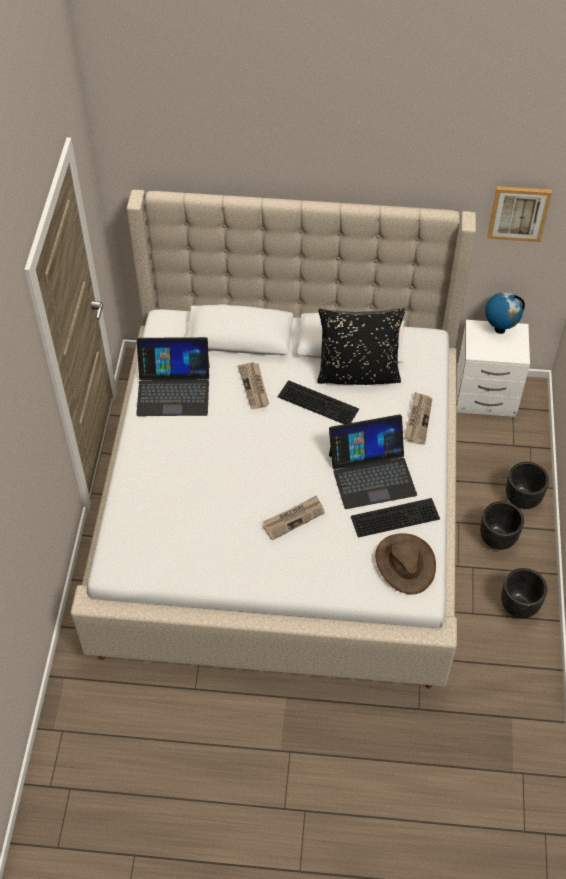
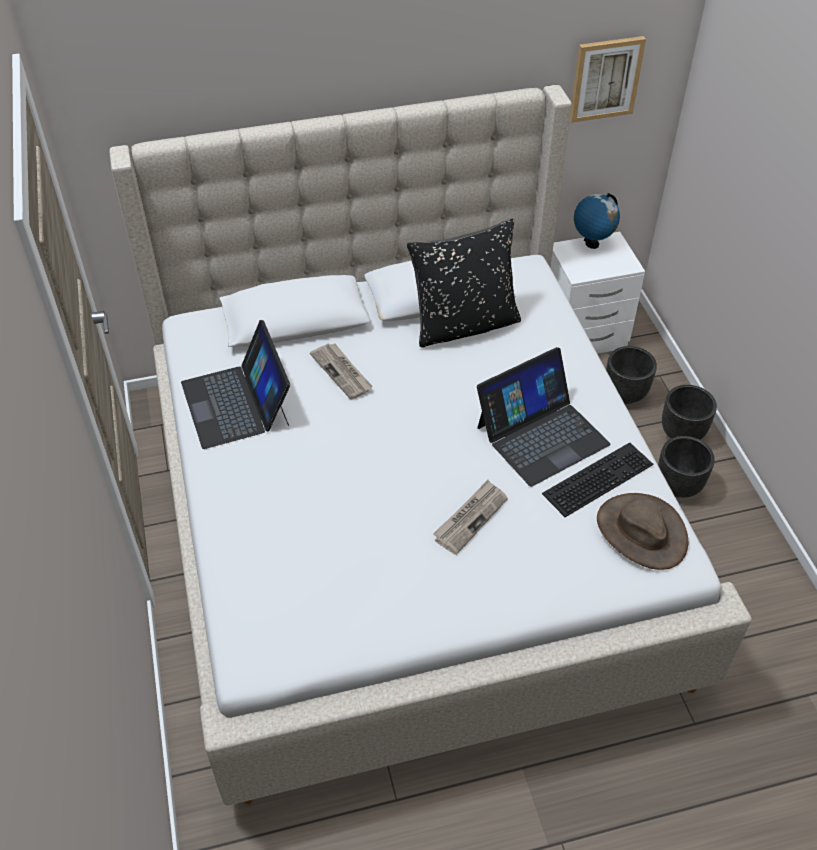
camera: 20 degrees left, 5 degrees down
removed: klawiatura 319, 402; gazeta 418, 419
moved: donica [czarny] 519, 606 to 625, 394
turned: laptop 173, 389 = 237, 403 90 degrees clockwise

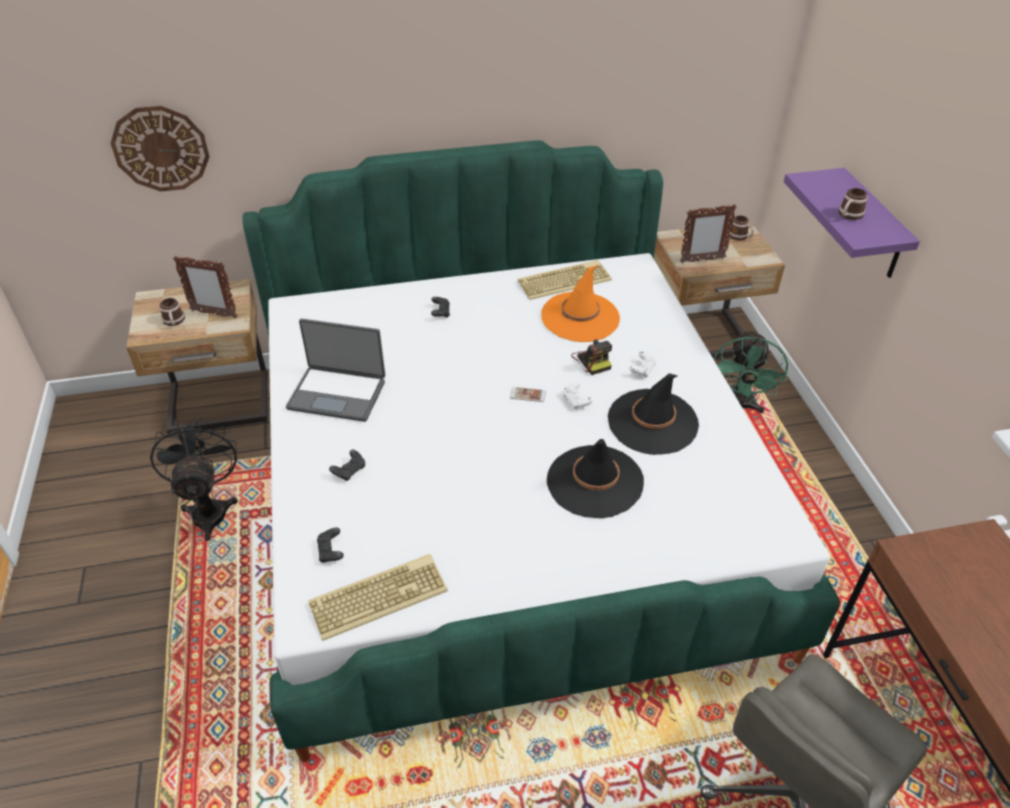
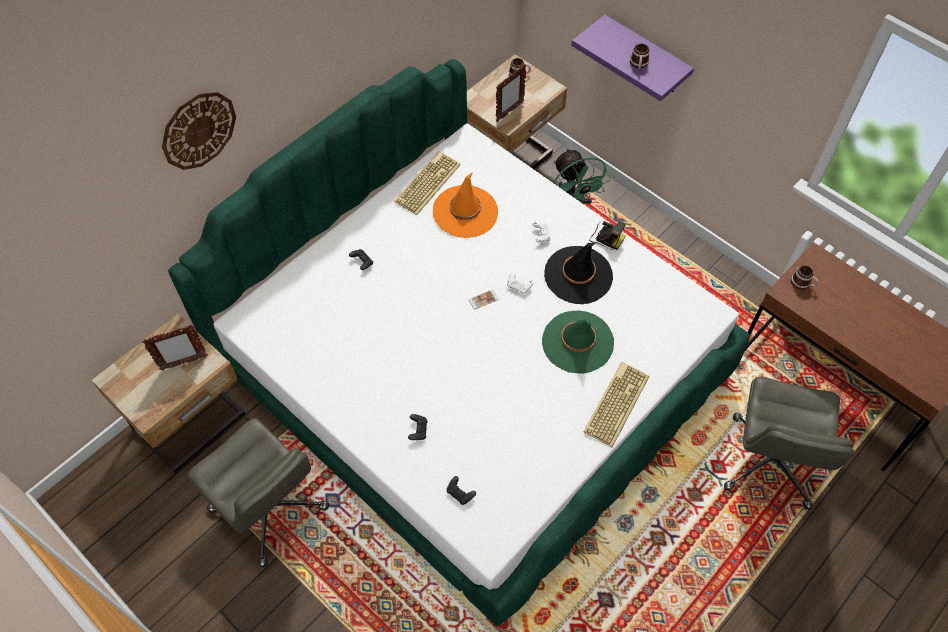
camera: 35 degrees left, 15 degrees up
removed: laptop 338, 393
moved: zegar ścienny 161, 149 to 198, 130; kubek 174, 322 to 803, 283; klawiatura 378, 595 to 615, 403; aparat fotograficzny 592, 360 to 606, 237
replaced: wentylator [czarny] 209, 509 to krzesło biurowe [szary] 270, 509
recoloured: kapelusz [czarny] 594, 482 to kapelusz [zielony] 577, 342

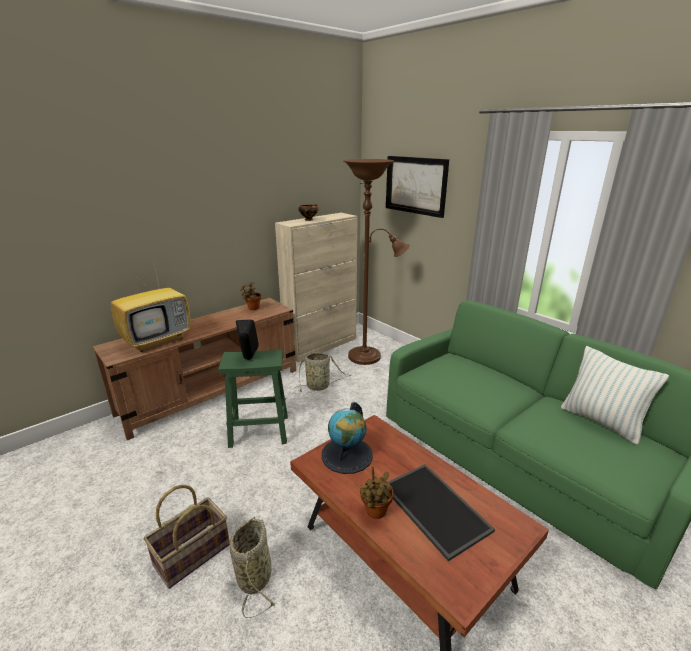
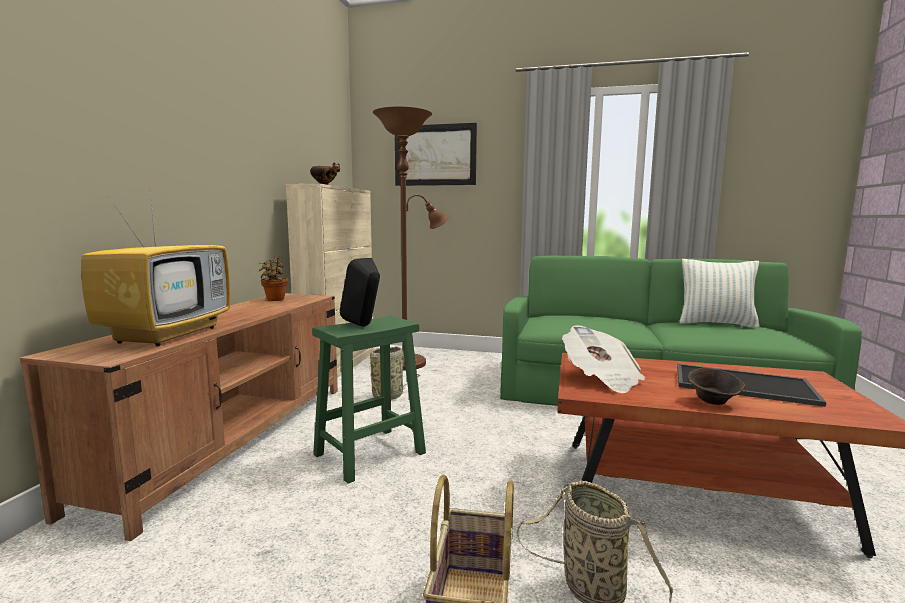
camera: 35 degrees left, 15 degrees down
replaced: globus 347, 455 to gazeta 601, 379; roślina doniczkowa 375, 513 to miska [brązowy] 713, 402

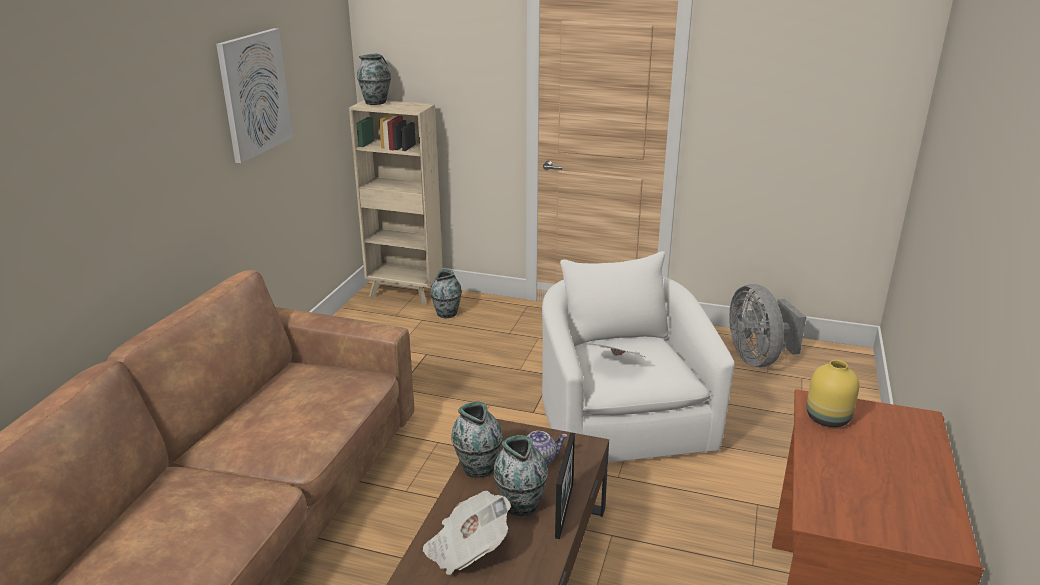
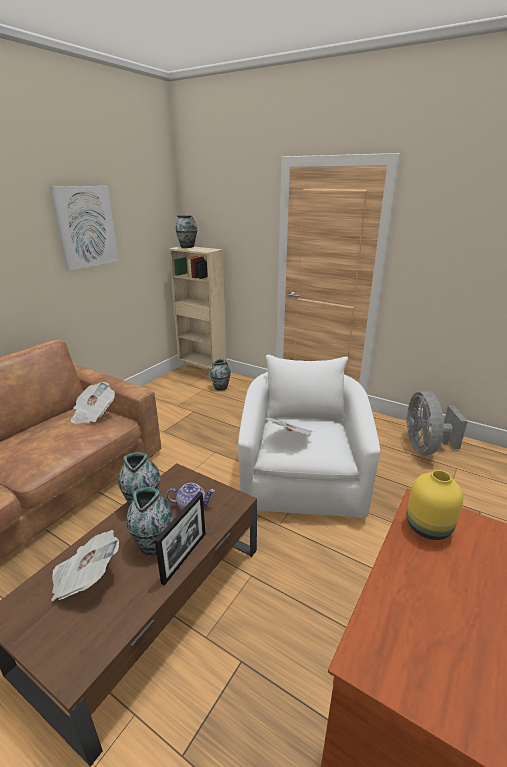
camera: 15 degrees right, 0 degrees up
added: gazeta 93, 414

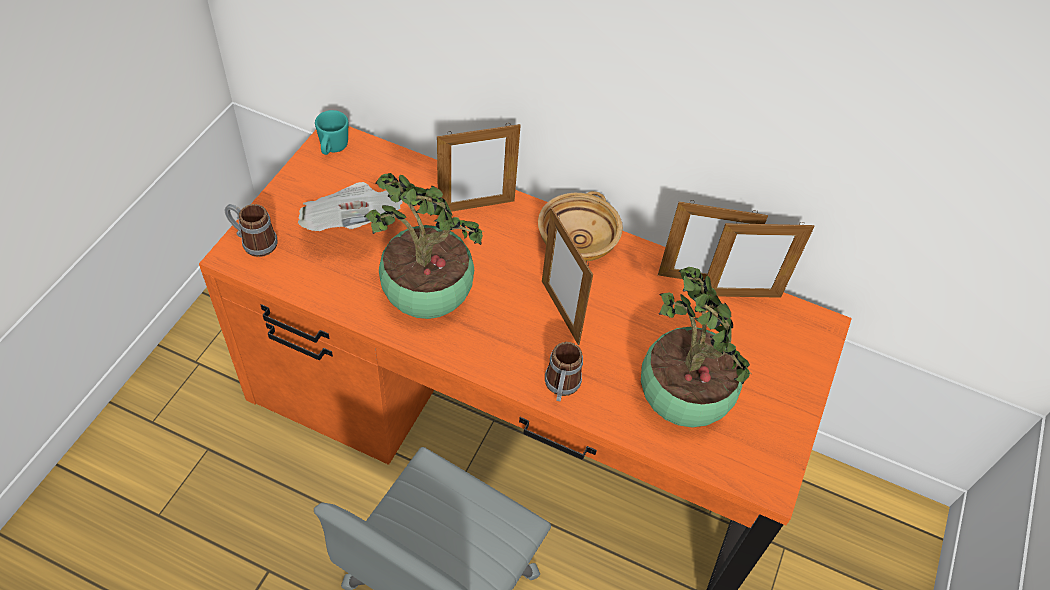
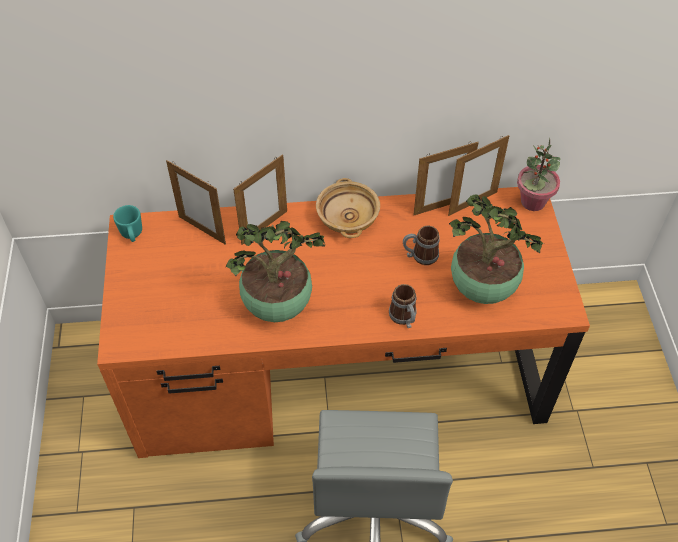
camera: 25 degrees left, 0 degrees up
removed: gazeta 353, 225
added: roślina doniczkowa 532, 202
moved: kubek 254, 241 to 420, 256; ramka na zdjęcie 560, 312 to 202, 230

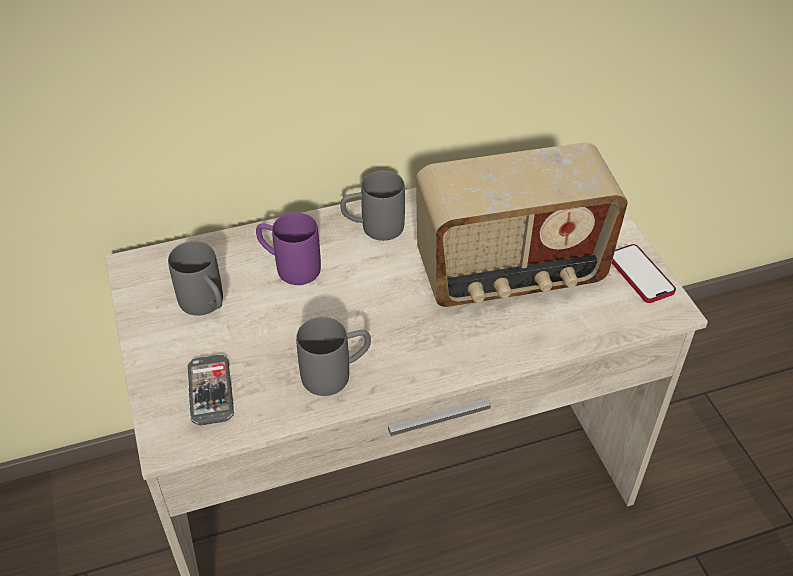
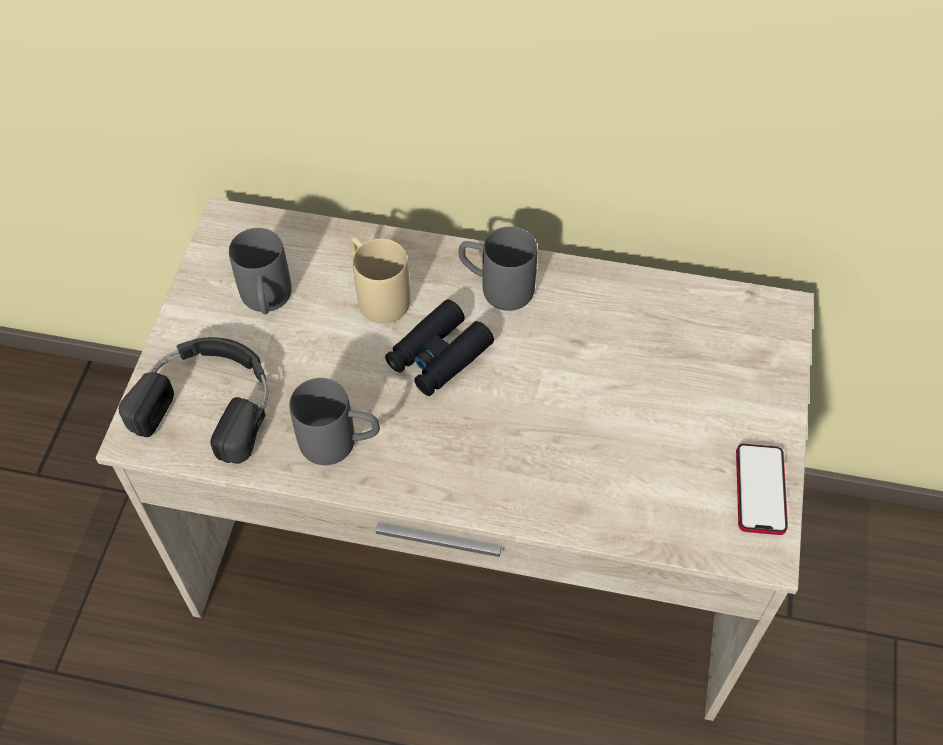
camera: 30 degrees right, 10 degrees up
removed: radio 510, 274
added: lornetka [czarny] 439, 356
replaced: telefon 210, 391 to słuchawki [czarny] 209, 401
recoloured: kubek [fioletowy] 289, 267 to kubek [beżowy] 377, 294

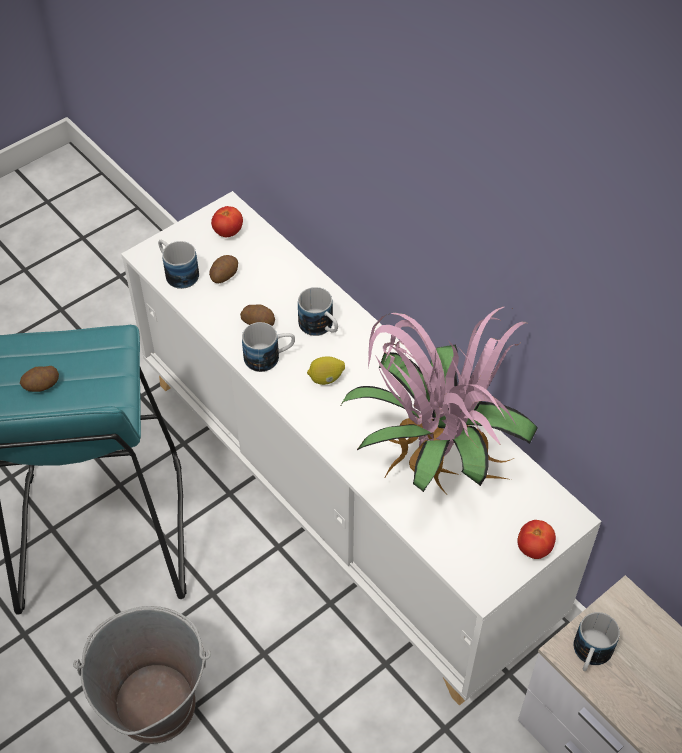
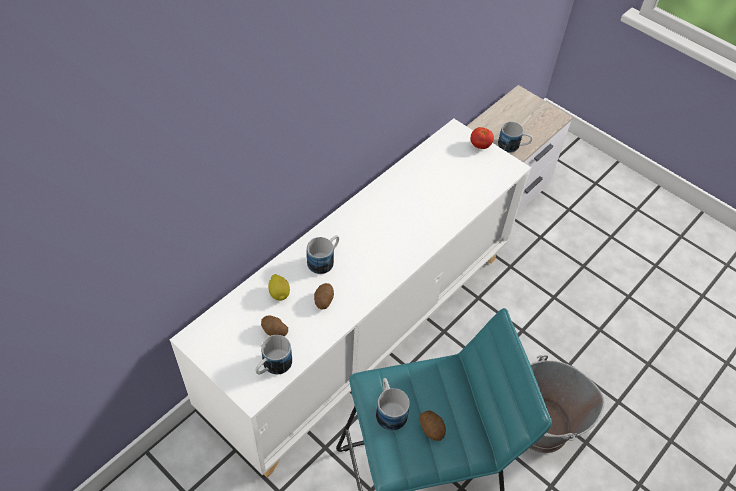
camera: 100 degrees left, 0 degrees up
removed: pomidor 228, 232; roślina doniczkowa 432, 459
moved: kubek 269, 357 to 389, 409; cytryna 326, 378 to 279, 293

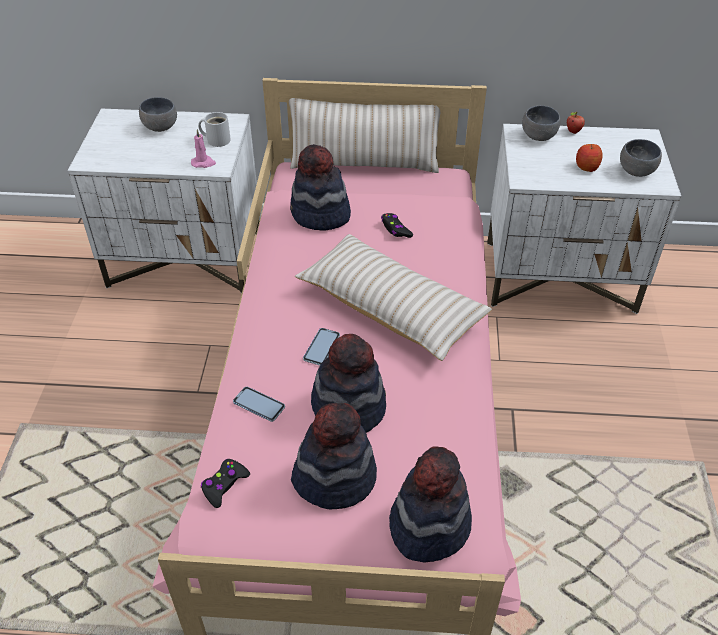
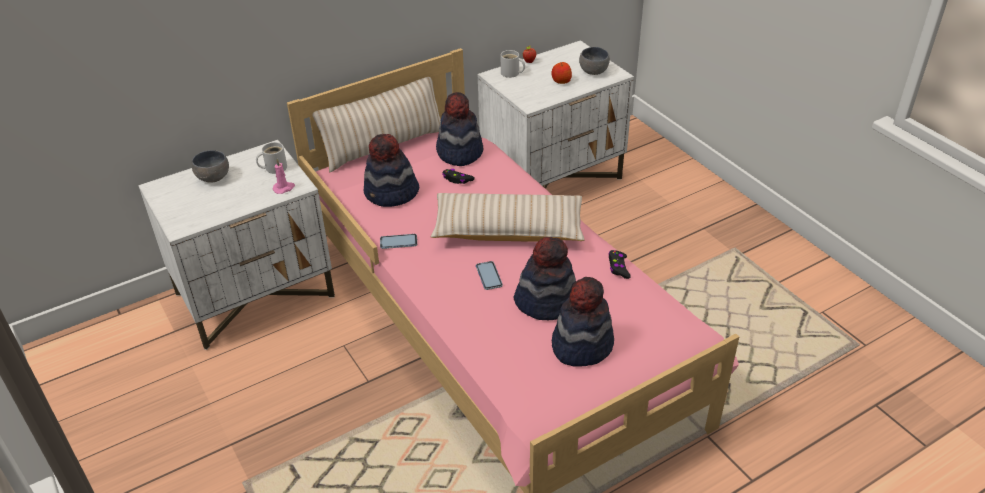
camera: 35 degrees left, 5 degrees down
moved: pad do gier [czarny] 224, 485 to 618, 267; telefon 259, 405 to 398, 242; kapelusz 428, 525 to 459, 152
replaced: miska [szary] 539, 137 to kubek [biały] 511, 73

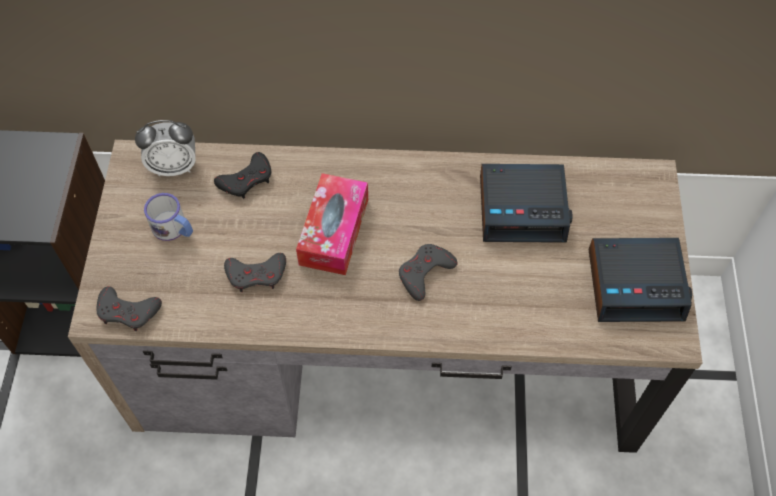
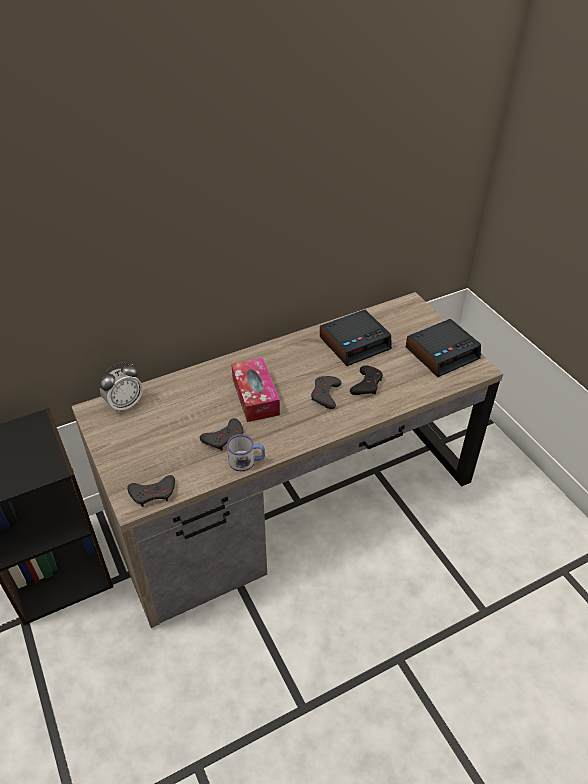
camera: 30 degrees left, 15 degrees down
moved: kubek 174, 229 to 246, 461; pad do gier [czarny] 246, 179 to 366, 384

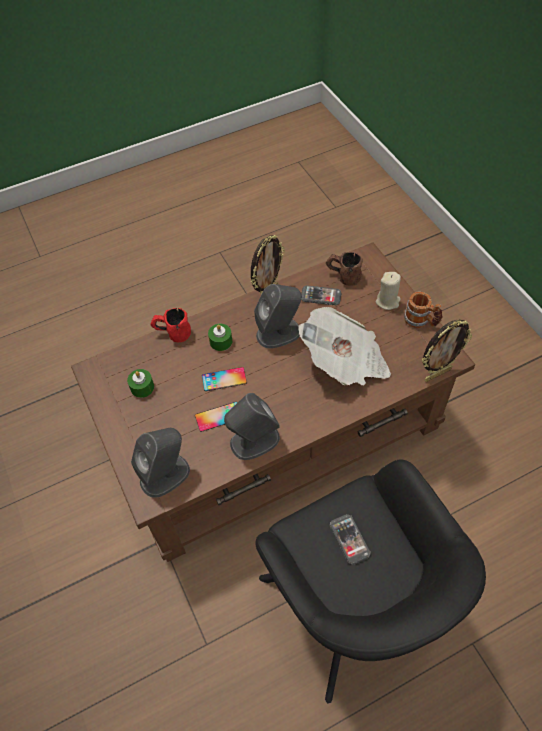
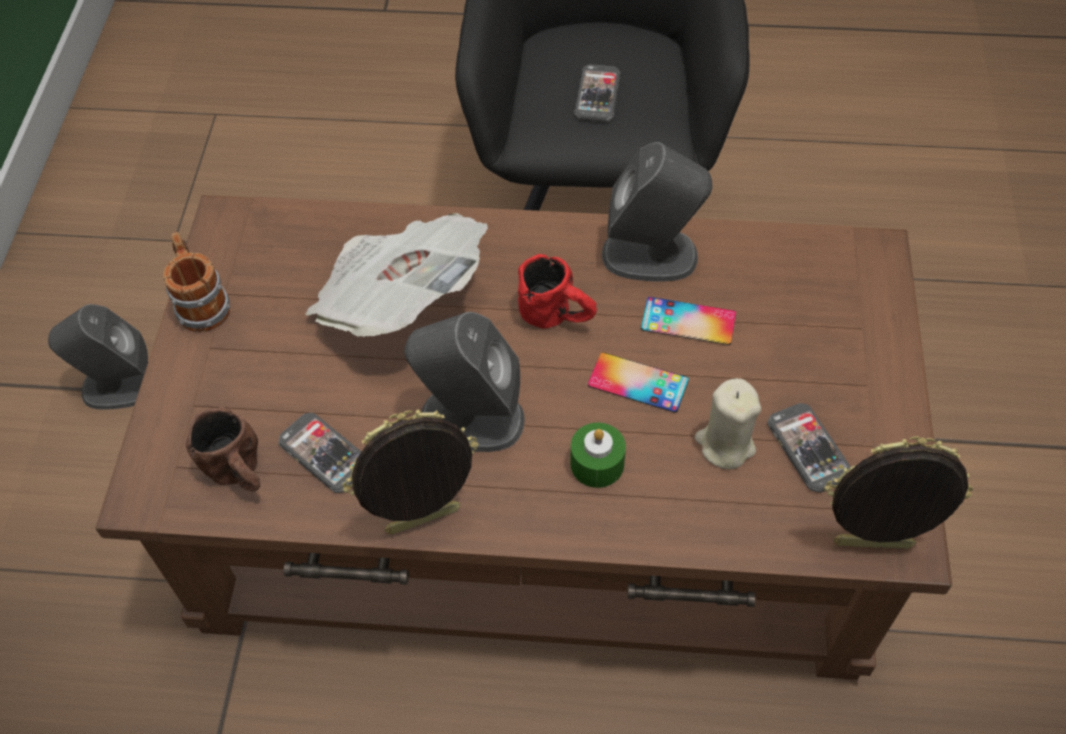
camera: 150 degrees left, 0 degrees up
moved: głośnik [szary] 165, 475 to 119, 386; kubek [czerwony] 172, 334 to 558, 317; świeca [beżowy] 387, 301 to 725, 444; ramka na zdjęcie 437, 374 to 872, 548
replaced: świeca [zielony] 142, 387 to telefon 808, 449

